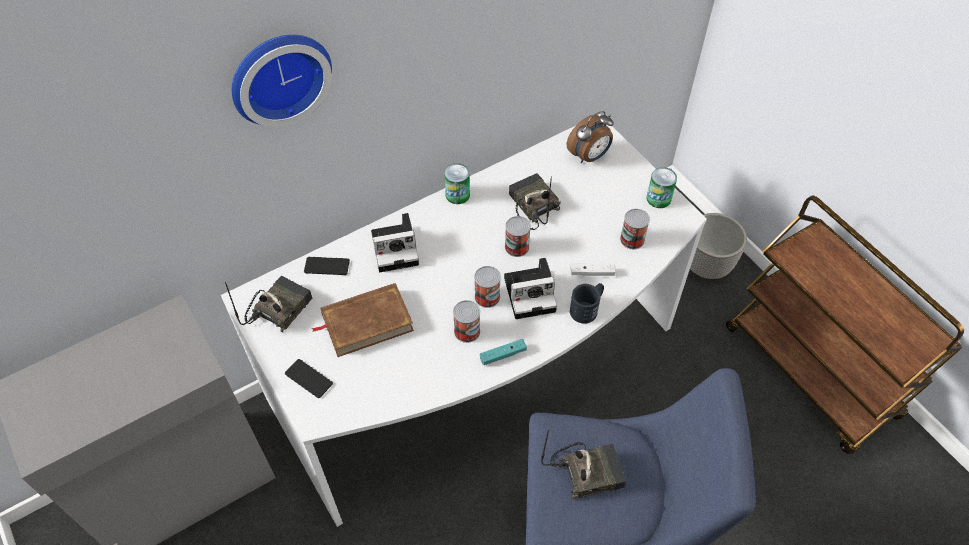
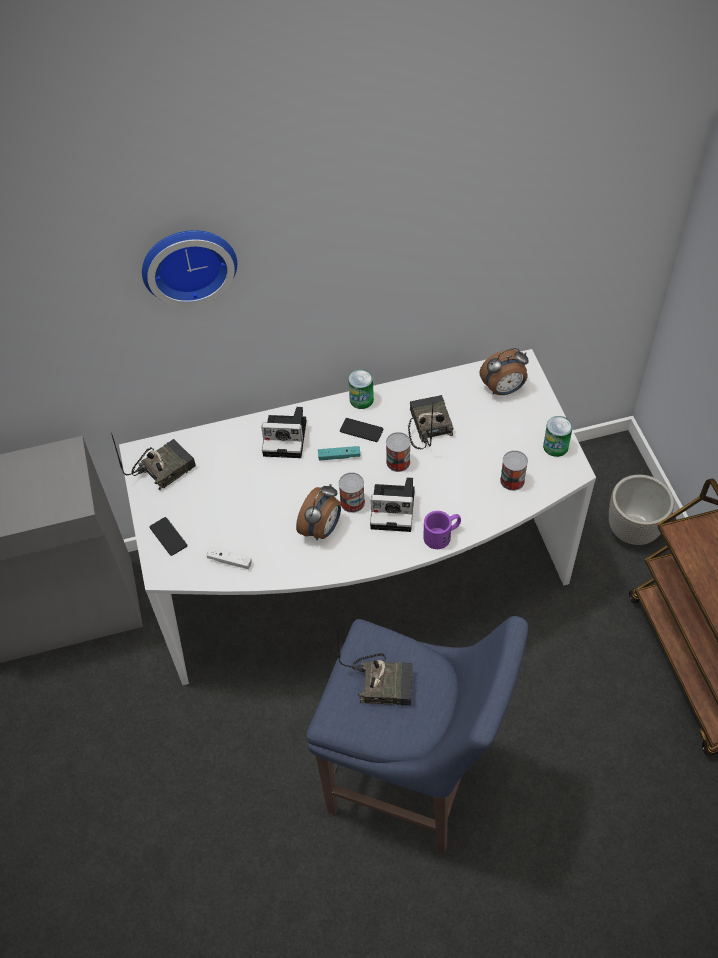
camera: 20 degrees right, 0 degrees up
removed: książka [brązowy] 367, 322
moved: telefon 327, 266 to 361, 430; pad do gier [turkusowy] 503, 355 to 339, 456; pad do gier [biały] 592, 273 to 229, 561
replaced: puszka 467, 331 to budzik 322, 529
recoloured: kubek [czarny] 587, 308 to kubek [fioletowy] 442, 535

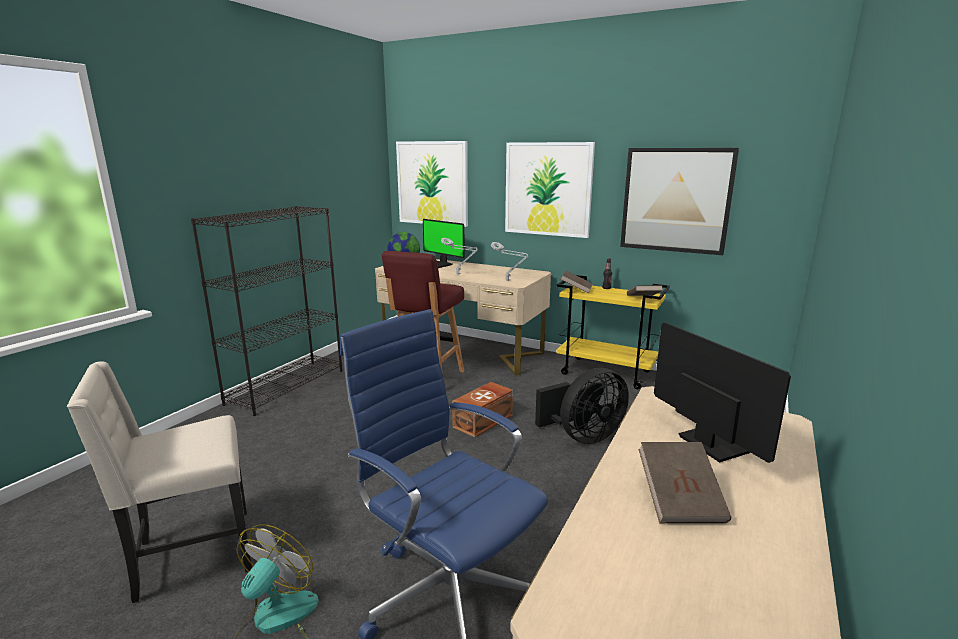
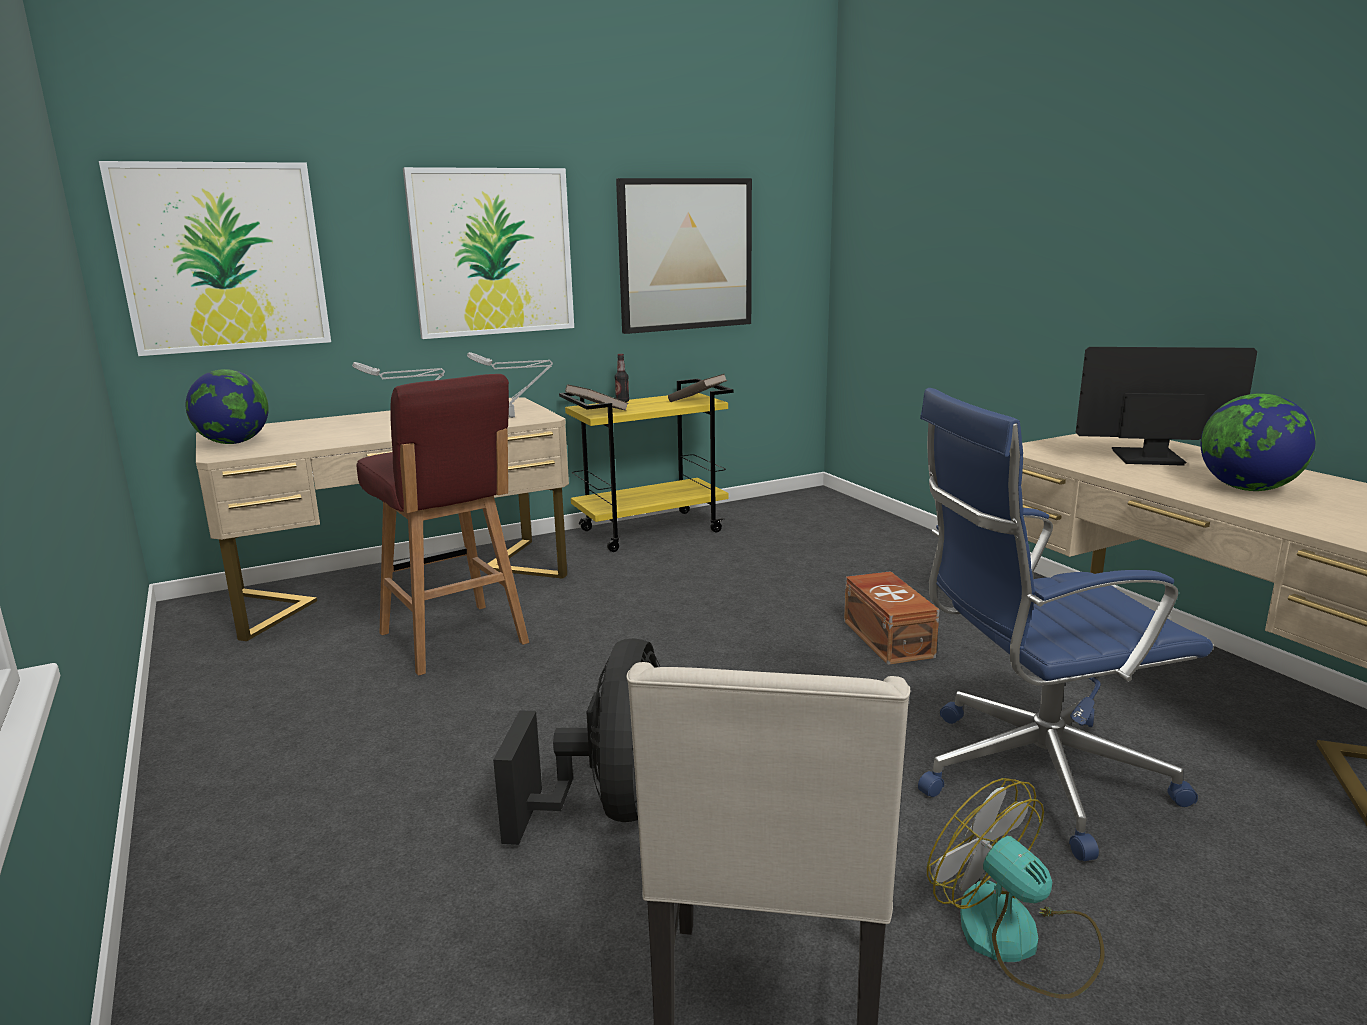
camera: 55 degrees left, 0 degrees up
removed: regał [czarny] 287, 386; monitor 439, 265
moved: pojemnik do przechowywania [brązowy] 484, 421 to 888, 637; wentylator [czarny] 583, 436 to 610, 807
replaced: książka [brązowy] 680, 500 to globus 1247, 489

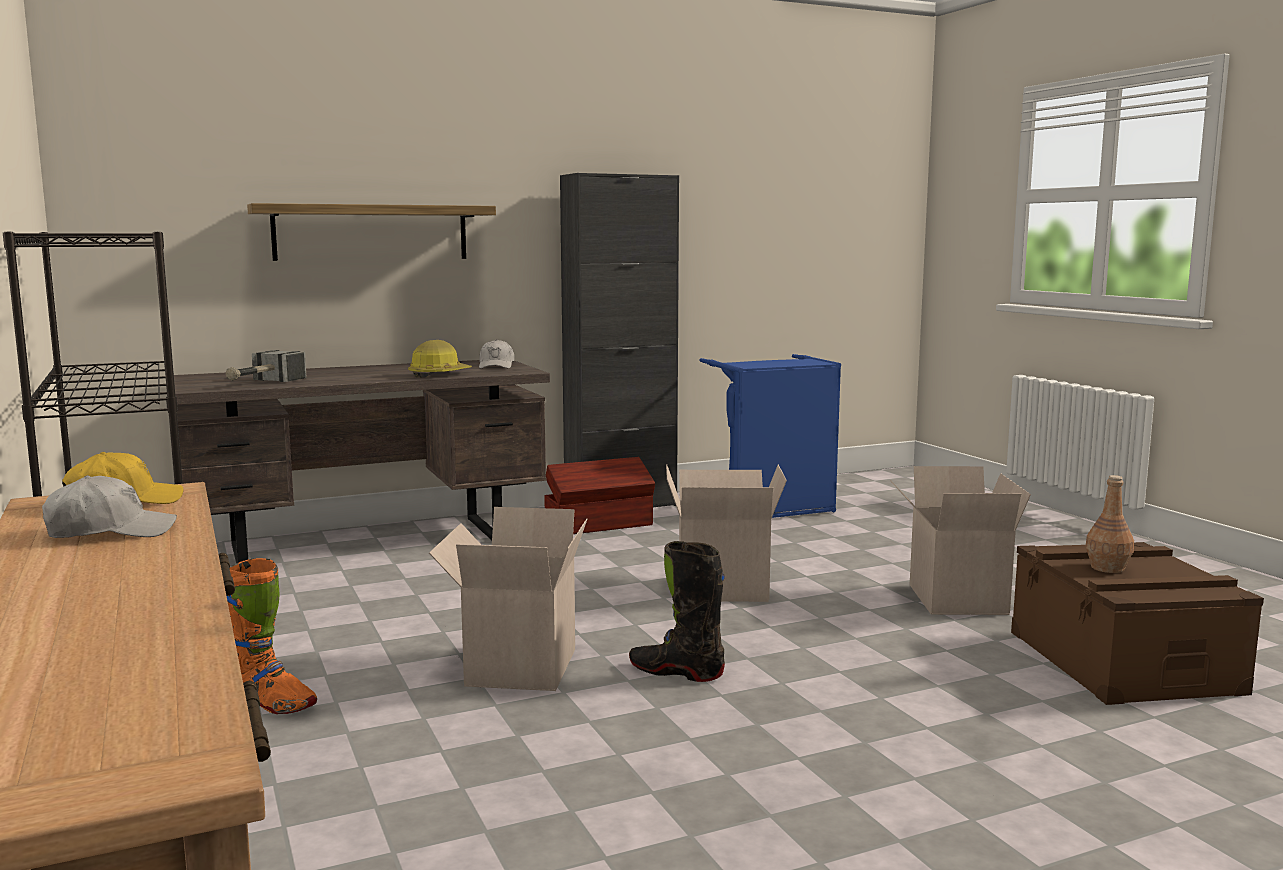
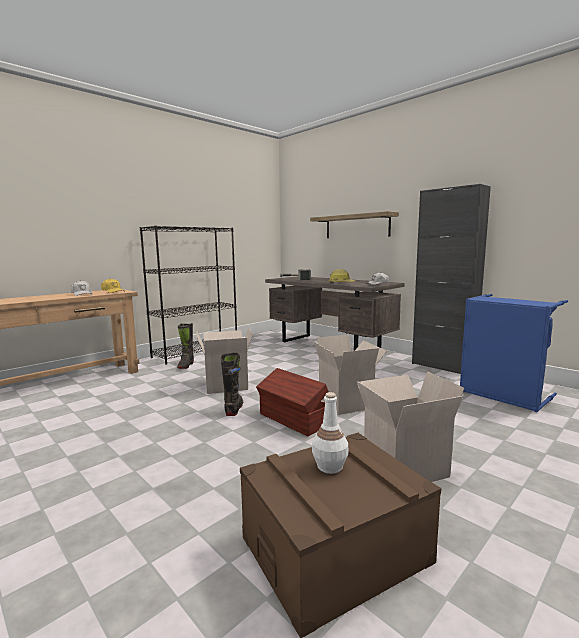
camera: 70 degrees right, 0 degrees up
moved: pojemnik do przechowywania [brązowy] 600, 525 to 293, 420
recoloured: but z cholewką [pomarańczowy] 272, 703 to but z cholewką [czarny] 186, 366; butelka [brązowy] 1108, 568 to butelka [biały] 330, 466

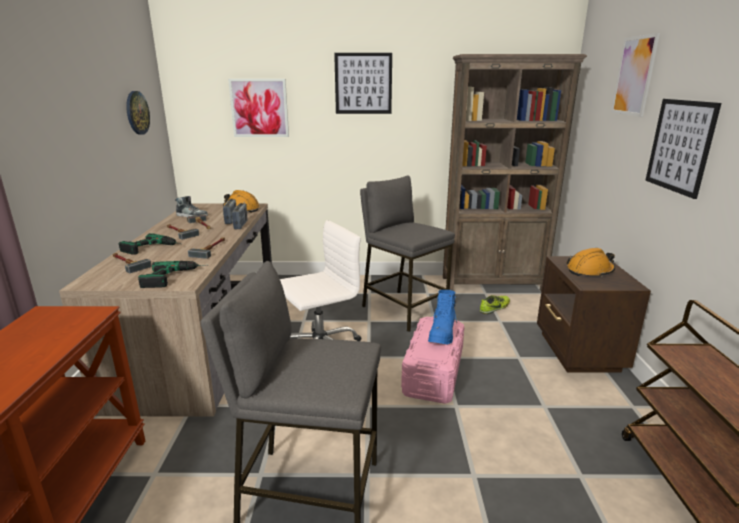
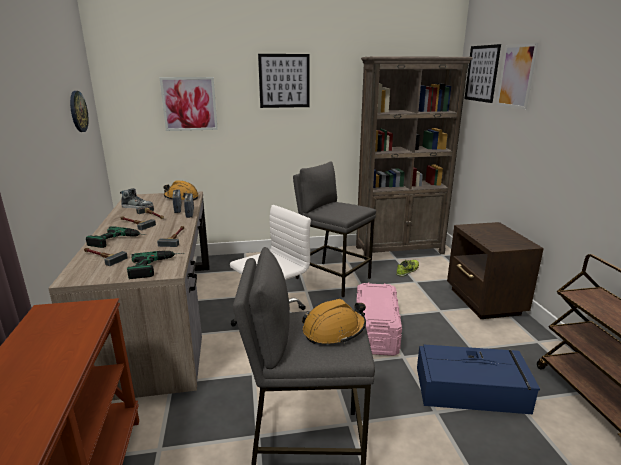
camera: 10 degrees left, 0 degrees up
removed: but z cholewką [niebieski] 442, 333
added: pojemnik do przechowywania [niebieski] 472, 389
moved: kask [pomarańczowy] 590, 271 to 334, 330; obraz 680, 146 to 482, 73

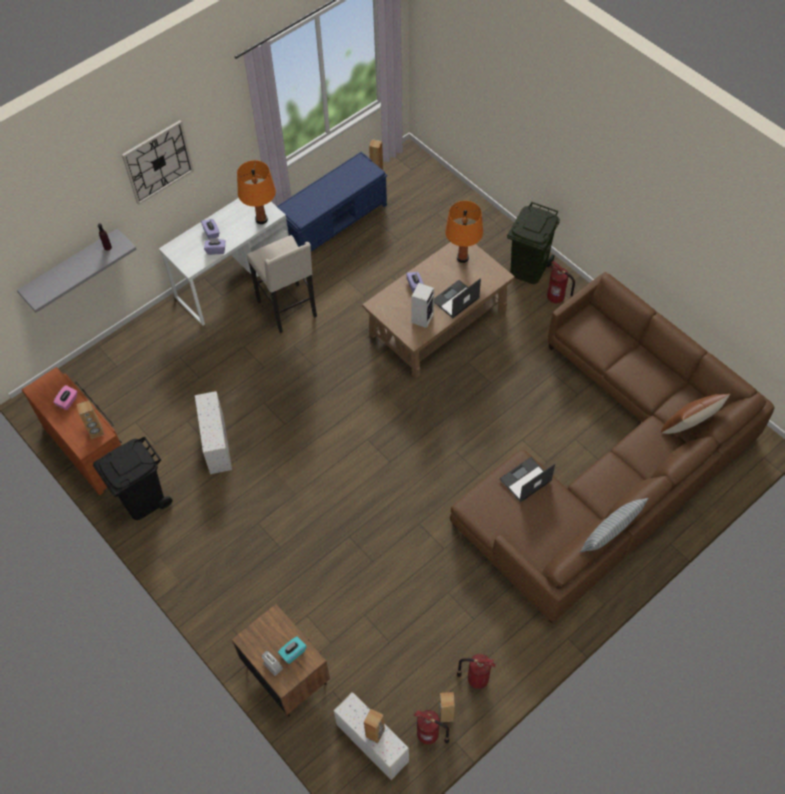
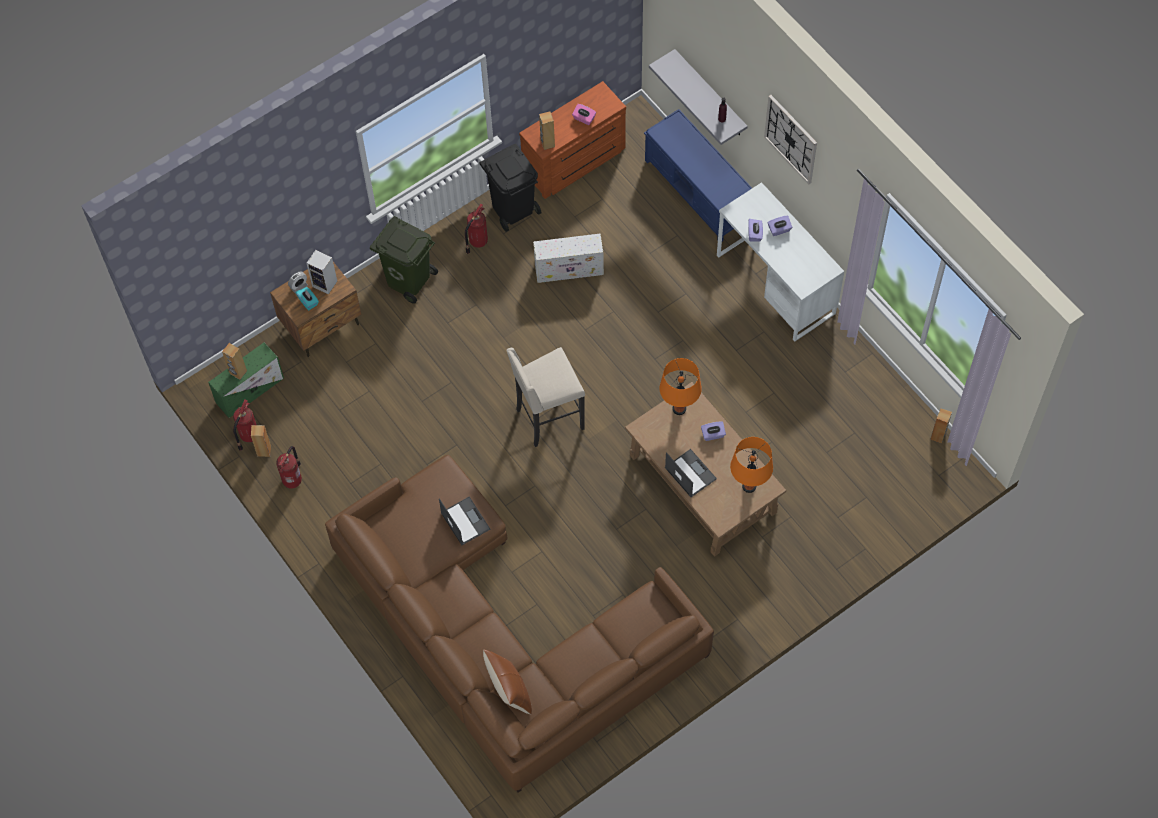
camera: 95 degrees right, 5 degrees up
removed: poduszka 611, 532
moved: lampa stołowa [pomarańczowy] 261, 219 to 679, 409; stołek [beżowy] 289, 309 to 548, 419; ławka [niebieski] 334, 222 to 699, 191; głośnik 422, 317 to 326, 284; kosz na śmieci [zielony] 528, 268 to 409, 279; gaśnica 556, 298 to 477, 242
recoloured: pojemnik do przechowywania [biały] 371, 742 to pojemnik do przechowywania [zielony] 250, 389

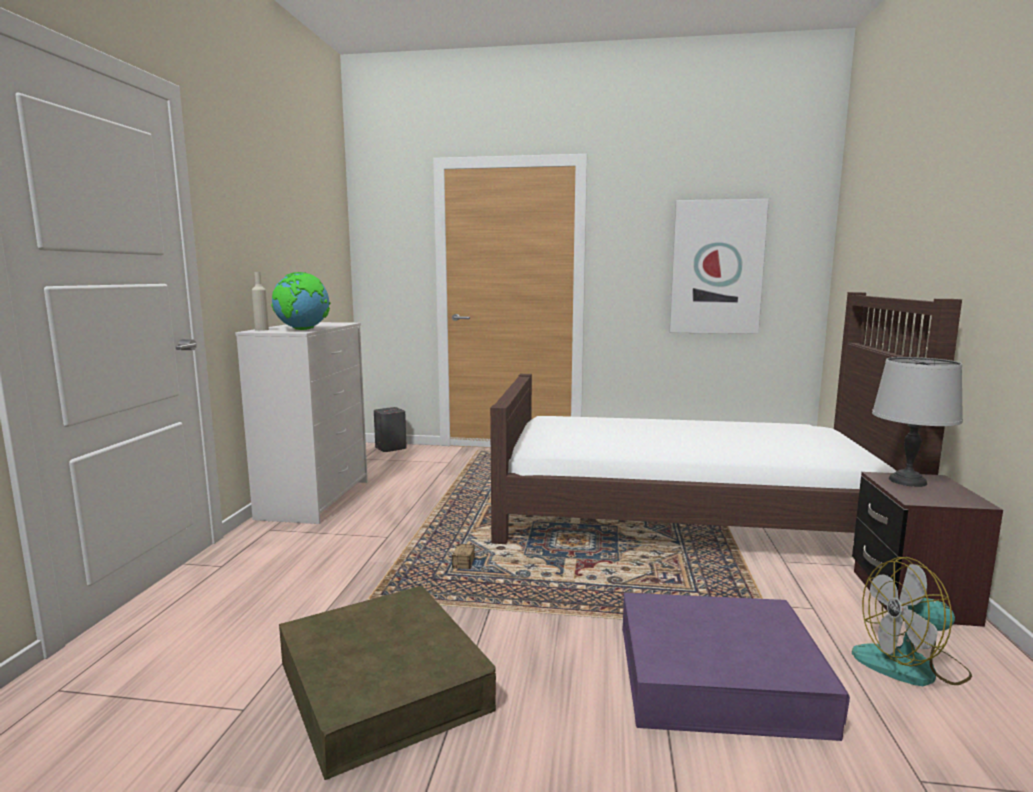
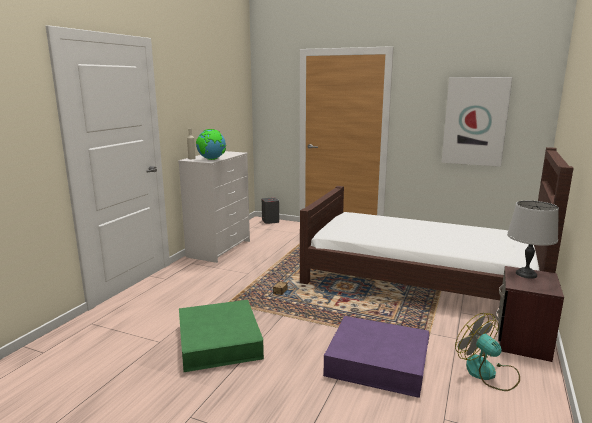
camera: 15 degrees right, 5 degrees up
recoloured: pojemnik do przechowywania [brązowy] 383, 685 to pojemnik do przechowywania [zielony] 219, 341
turned: wentylator 911, 665 = 487, 373 45 degrees clockwise

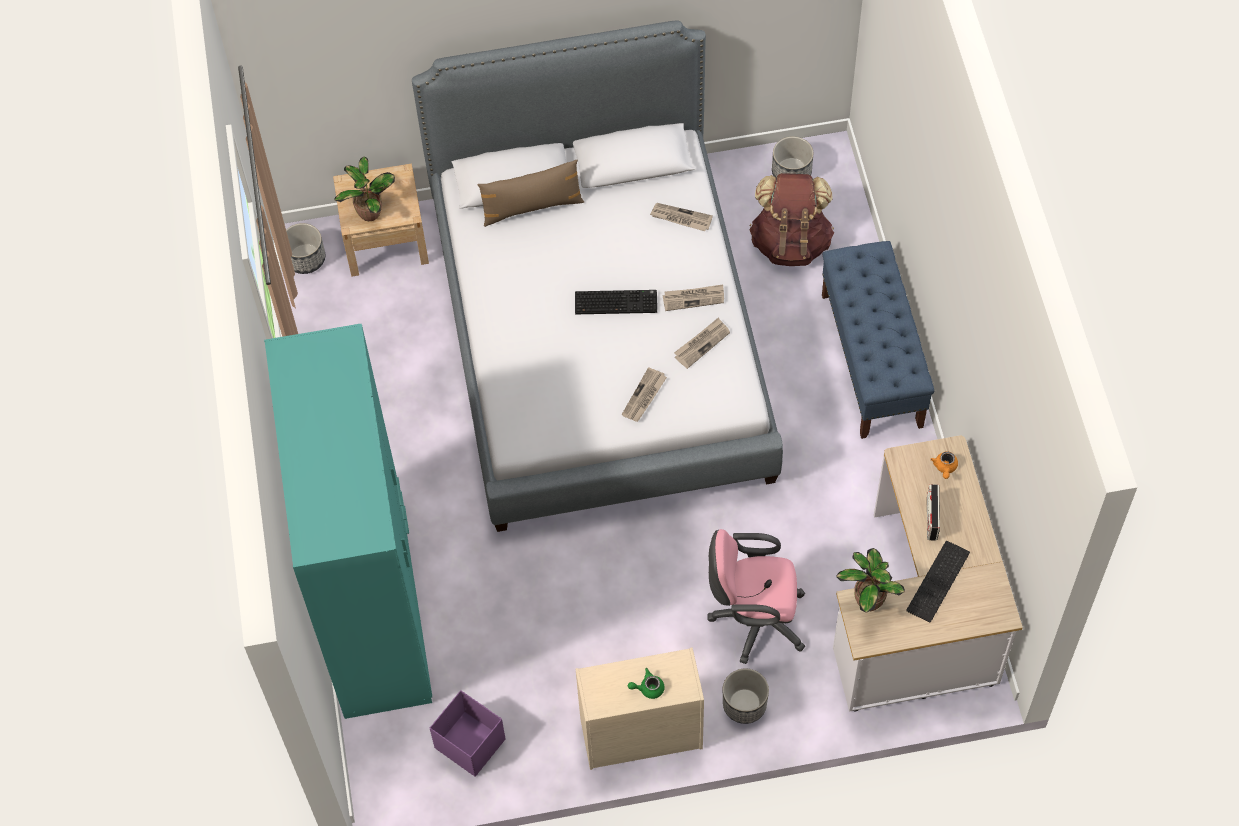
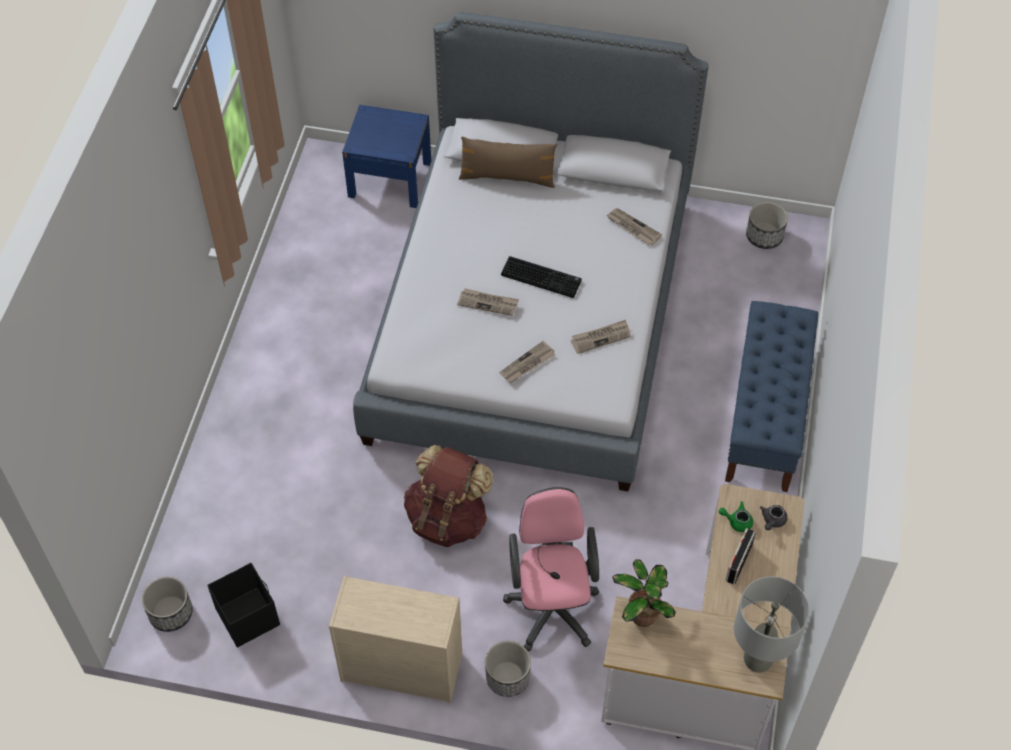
camera: 20 degrees right, 5 degrees down
removed: szafa [turkusowy] 374, 604; roślina doniczkowa 369, 211; klawiatura 939, 583
added: lampa stołowa [szary] 757, 660
moved: donica 305, 258 to 170, 613; imbryk [zielony] 648, 688 to 737, 521; gazeta 694, 298 to 488, 303; plecak [brązowy] 790, 242 to 448, 518
recoloured: szafka nocna [beżowy] 385, 241 to szafka nocna [niebieski] 390, 179; pojemnik do przechowywania [fioletowy] 469, 743 to pojemnik do przechowywania [czarny] 247, 616; imbryk [pomarańczowy] 945, 468 to imbryk [szary] 772, 521
turned: krzesło biurowe [różowy] 753, 619 = 552, 604 60 degrees clockwise

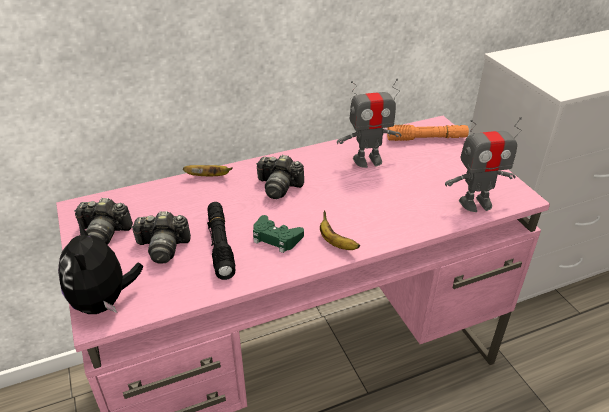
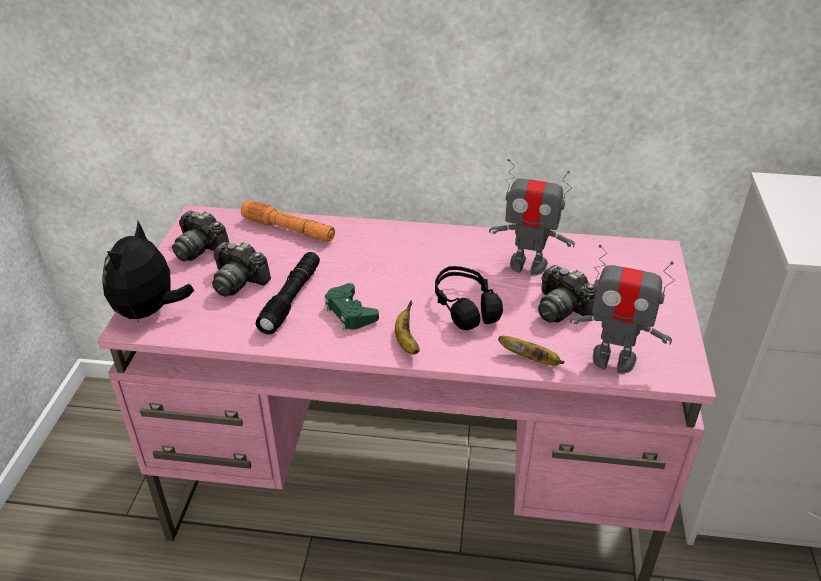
camera: 30 degrees right, 0 degrees up
added: słuchawki [czarny] 465, 307
moved: banan 209, 176 to 531, 360; aparat fotograficzny 279, 187 to 562, 308; latarka [pomarańczowy] 427, 138 to 289, 230

